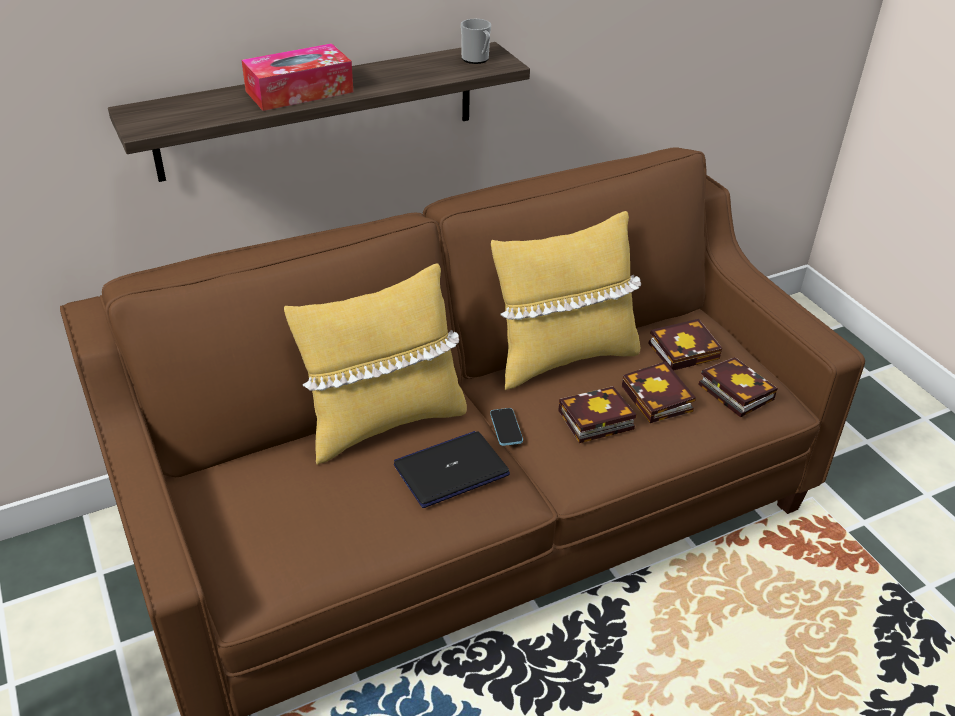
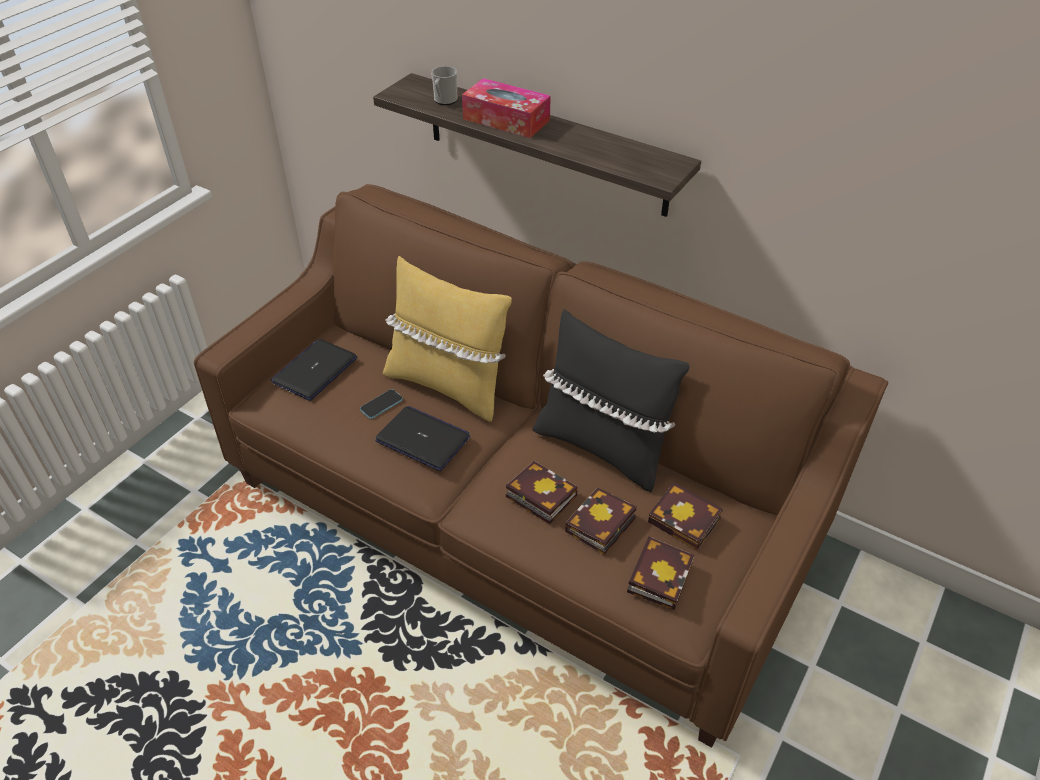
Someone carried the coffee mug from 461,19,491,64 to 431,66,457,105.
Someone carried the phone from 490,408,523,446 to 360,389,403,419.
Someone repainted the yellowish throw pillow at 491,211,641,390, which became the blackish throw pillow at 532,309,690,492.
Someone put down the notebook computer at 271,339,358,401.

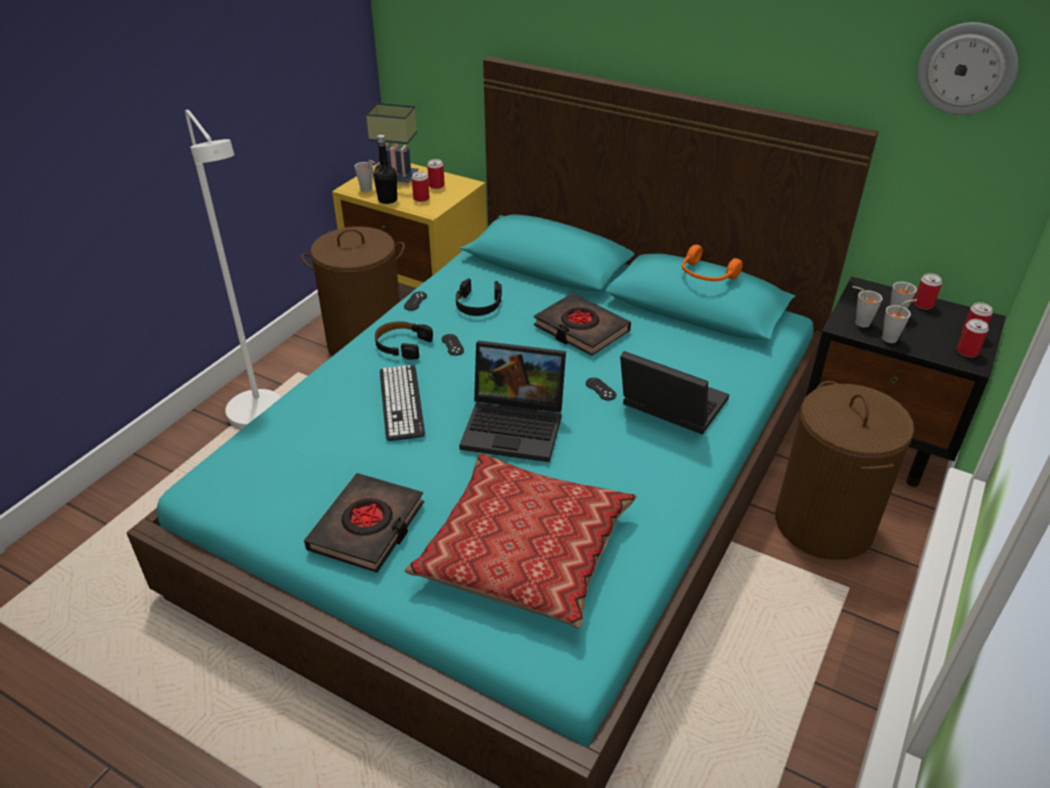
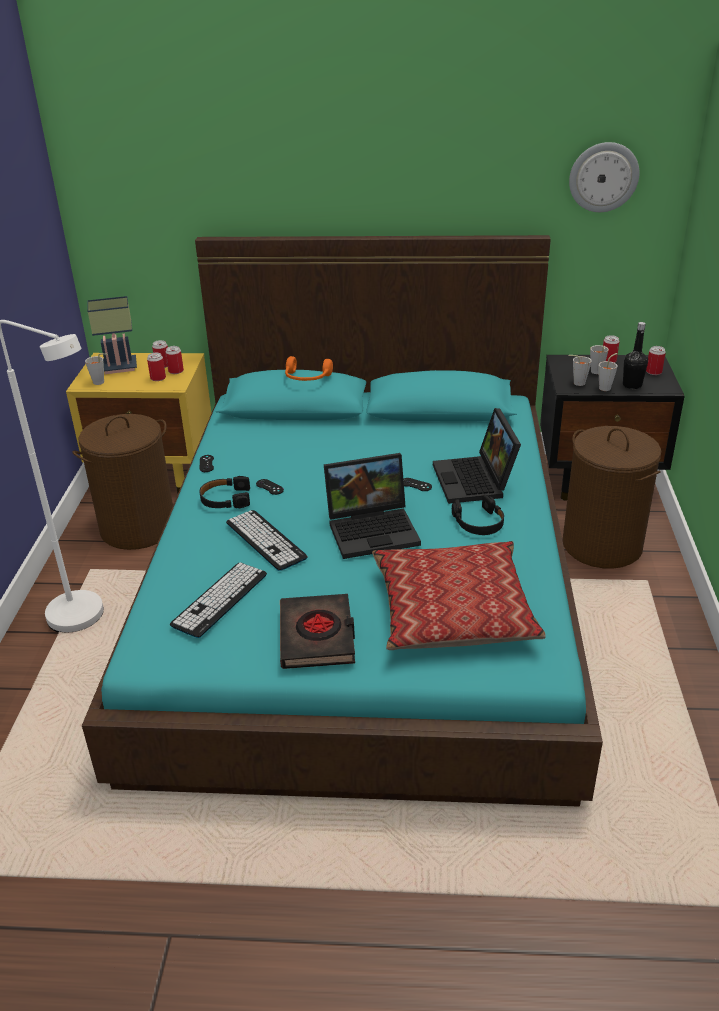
Someone carried the blackish beverage bottle from 373,135,397,204 to 623,322,648,389.
Someone carried the blackish headset from 456,278,502,316 to 452,494,504,535.
Someone took away the blackish book at 534,293,631,356.
Someone rotated the notebook computer at 620,351,729,435 by 105 degrees counterclockwise.
Someone carried the orange headset from 682,245,743,281 to 285,356,333,381.
Someone carried the metal can from 957,319,989,357 to 165,346,184,374.
Someone put down the PC keyboard at 170,563,267,638.

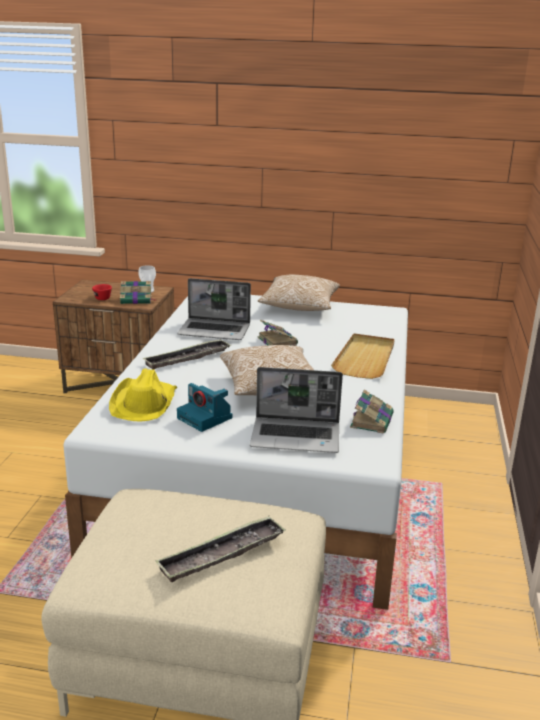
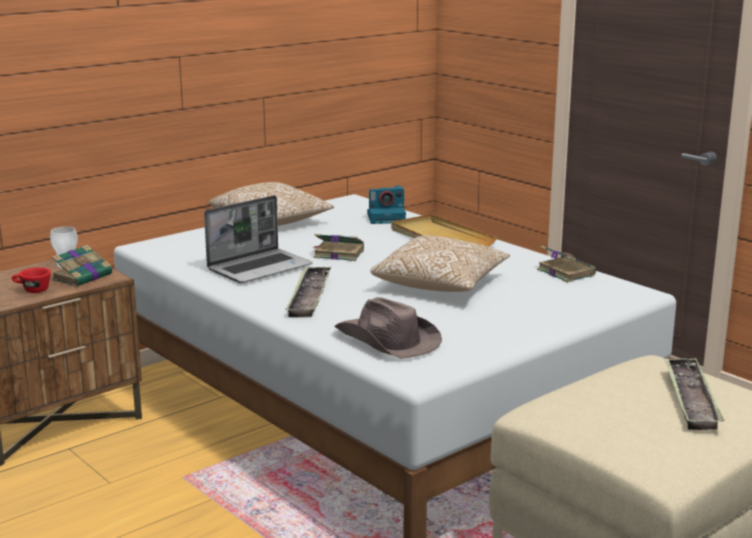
Someone repainted the yellowish wearable hat at 109,369,177,422, which became the brown-coloured wearable hat at 334,297,442,359.
Someone carried the still camera from 177,383,233,432 to 367,185,406,224.
Someone took away the notebook computer at 250,367,343,453.

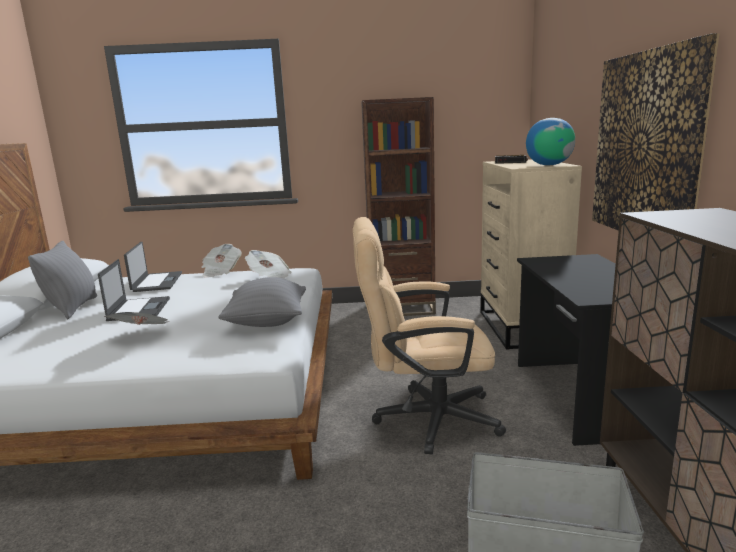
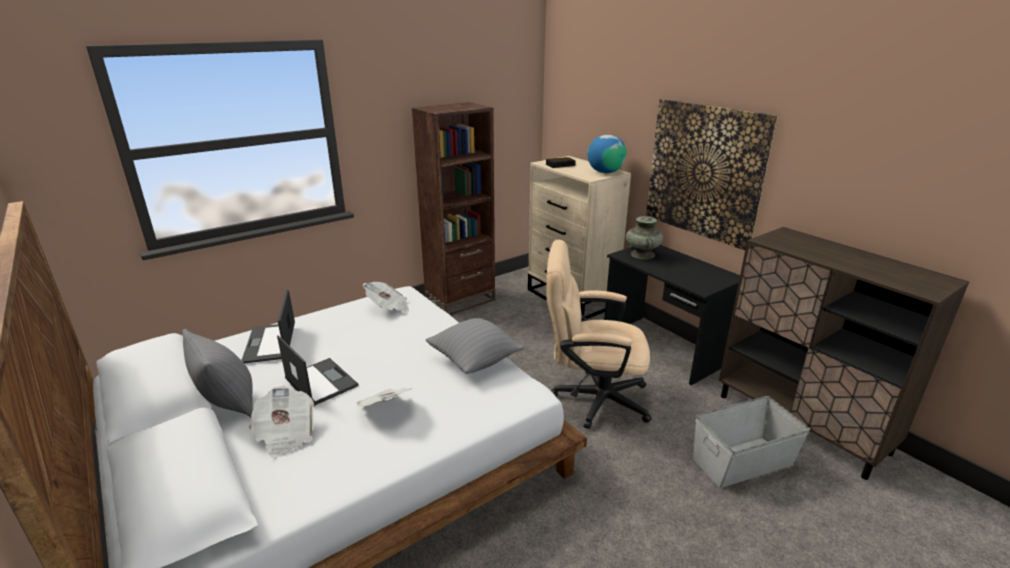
Someone rotated the notebook computer at 124,242,182,292 by 150 degrees counterclockwise.
Someone carried the printed paper from 201,244,242,277 to 249,386,314,458.
Someone rotated the beige-coloured desk chair at 353,217,506,455 by 45 degrees clockwise.
Someone put down the turquoise decorative vase at 626,216,663,259.

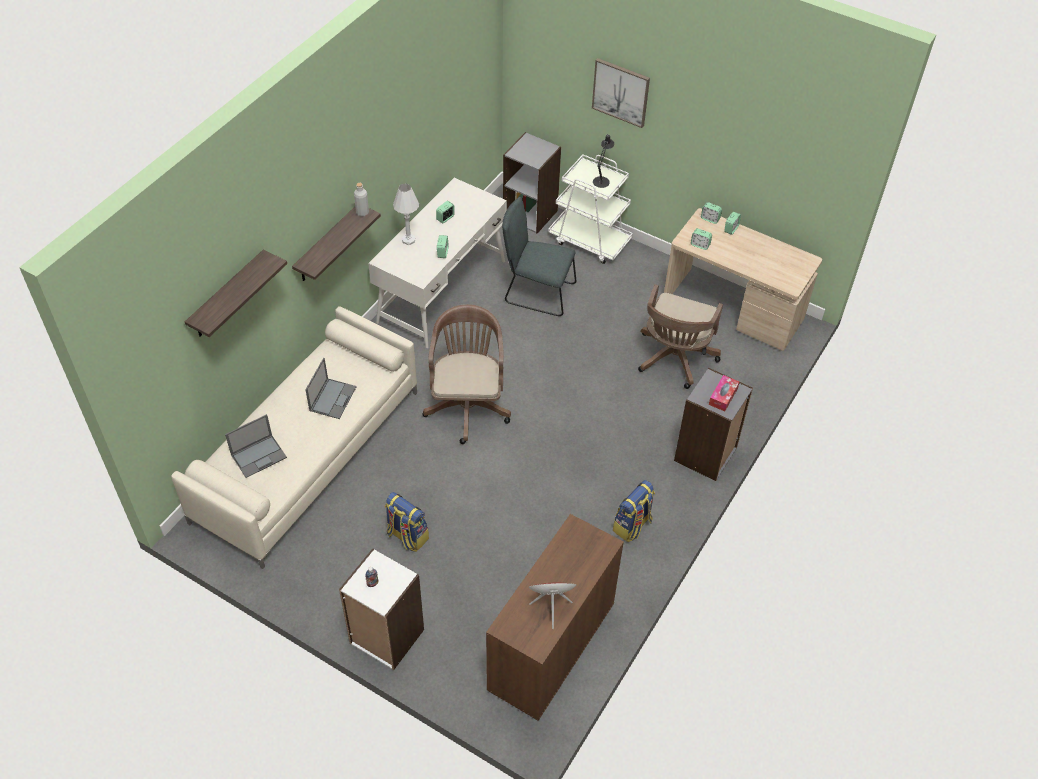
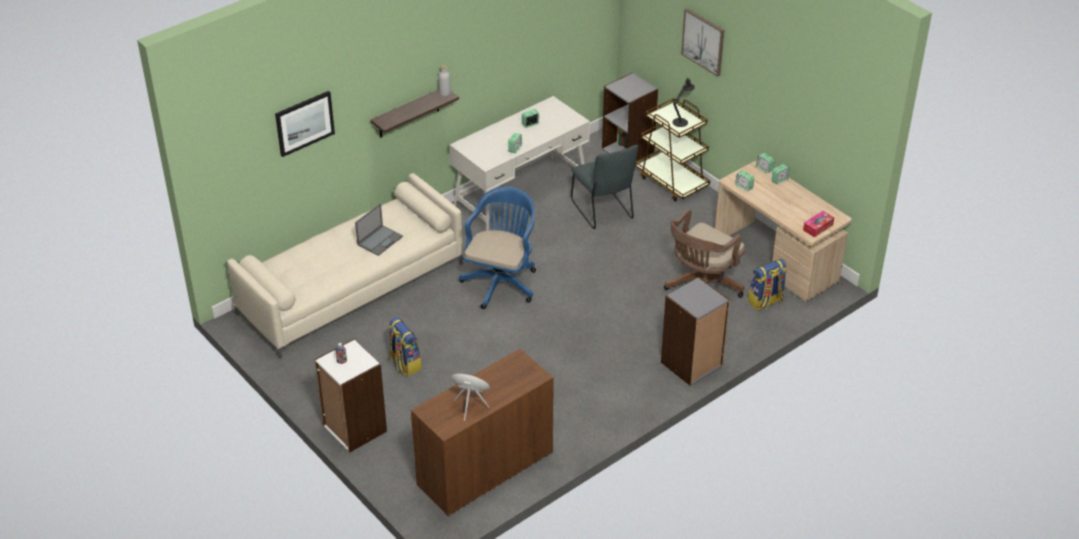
Someone swapped the shelf at 185,249,287,337 for the wall art at 275,91,335,157.
Someone took away the notebook computer at 225,414,287,478.
Someone took away the whitish tabletop lamp at 393,184,419,245.
Someone repainted the brown-coloured desk chair at 422,304,511,444, which became the blue-coloured desk chair at 459,186,536,309.
Someone rotated the grey chair at 502,197,577,316 by 150 degrees counterclockwise.
Someone repainted the whitish trolley at 548,154,633,264, which became the brown-coloured trolley at 636,98,710,202.
Someone carried the knapsack from 613,480,655,542 to 748,259,787,311.
Someone carried the tissue holder from 709,375,739,411 to 803,211,834,237.

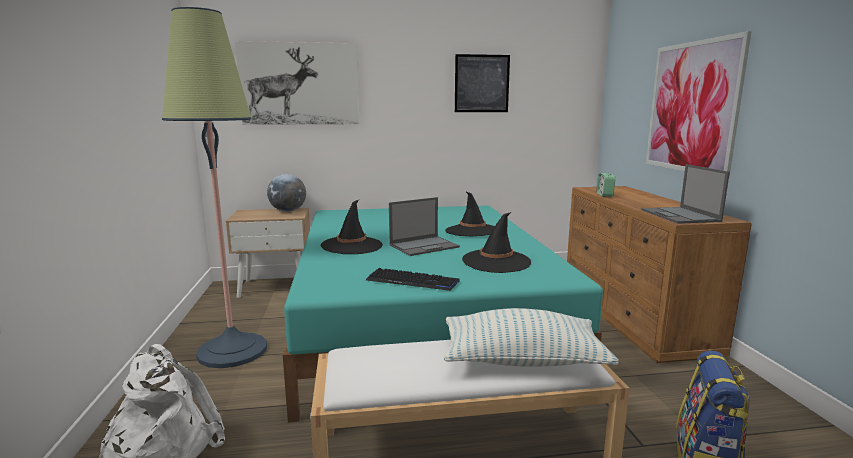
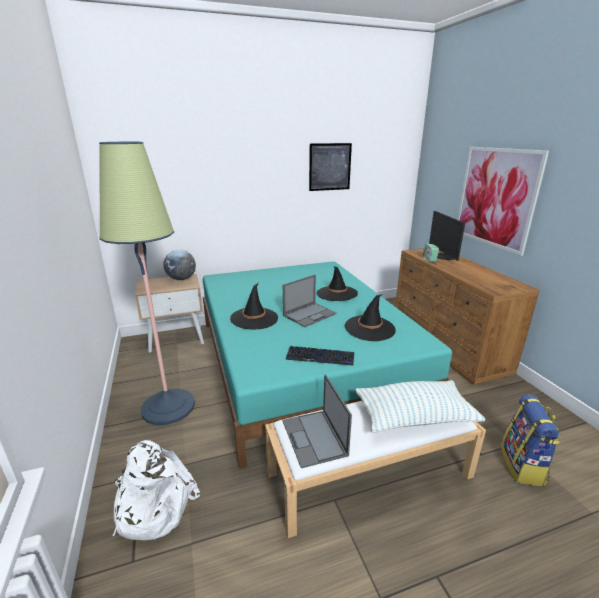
Someone took away the wall art at 235,41,359,125.
Someone carried the notebook computer from 641,164,730,224 to 283,374,352,468.
Someone put down the computer display at 429,211,465,261.

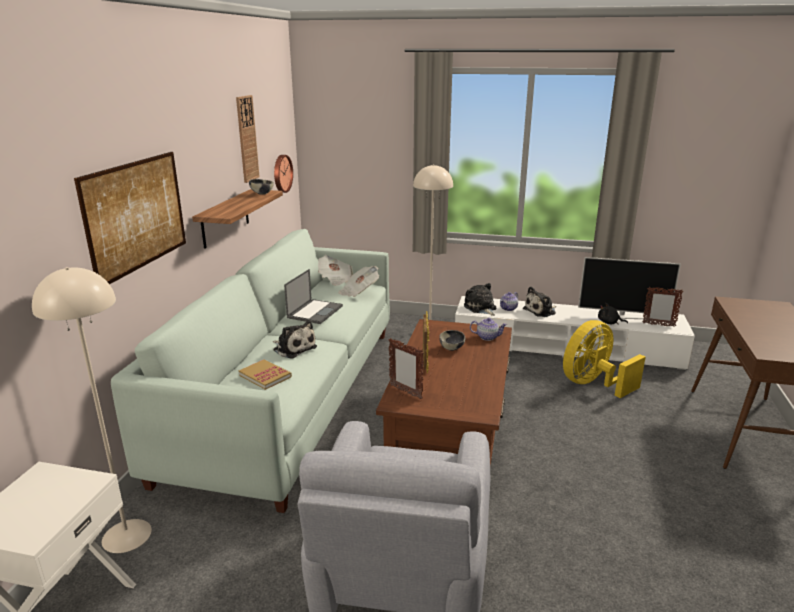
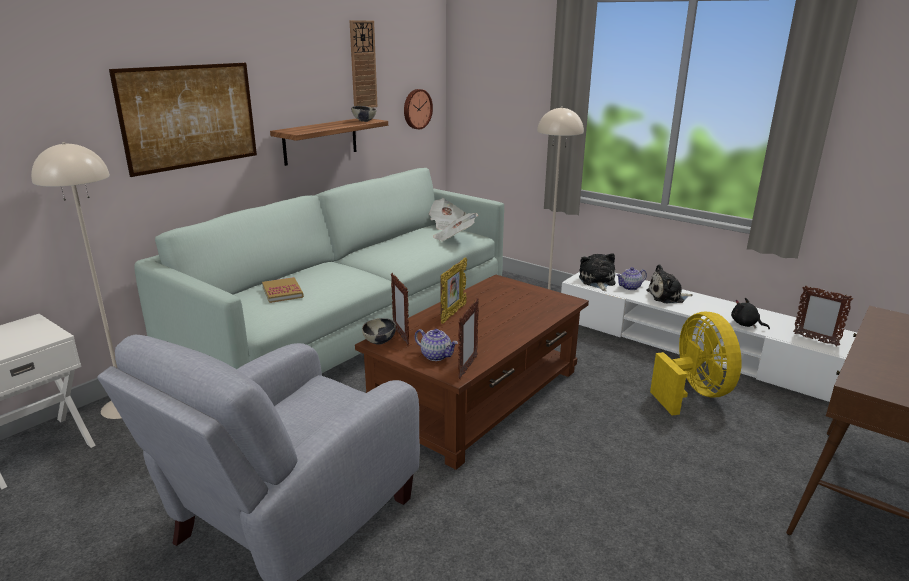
Someone took away the soft toy at 273,320,317,359.
Someone took away the notebook computer at 284,269,343,324.
Someone carried the bowl from 439,330,465,351 to 362,318,396,345.
Someone carried the pot for tea from 470,318,507,341 to 415,329,458,361.
Someone rotated the yellowish fan at 563,320,646,398 by 90 degrees clockwise.
Someone took away the TV at 578,257,681,319.
Someone put down the standing frame at 458,298,479,379.

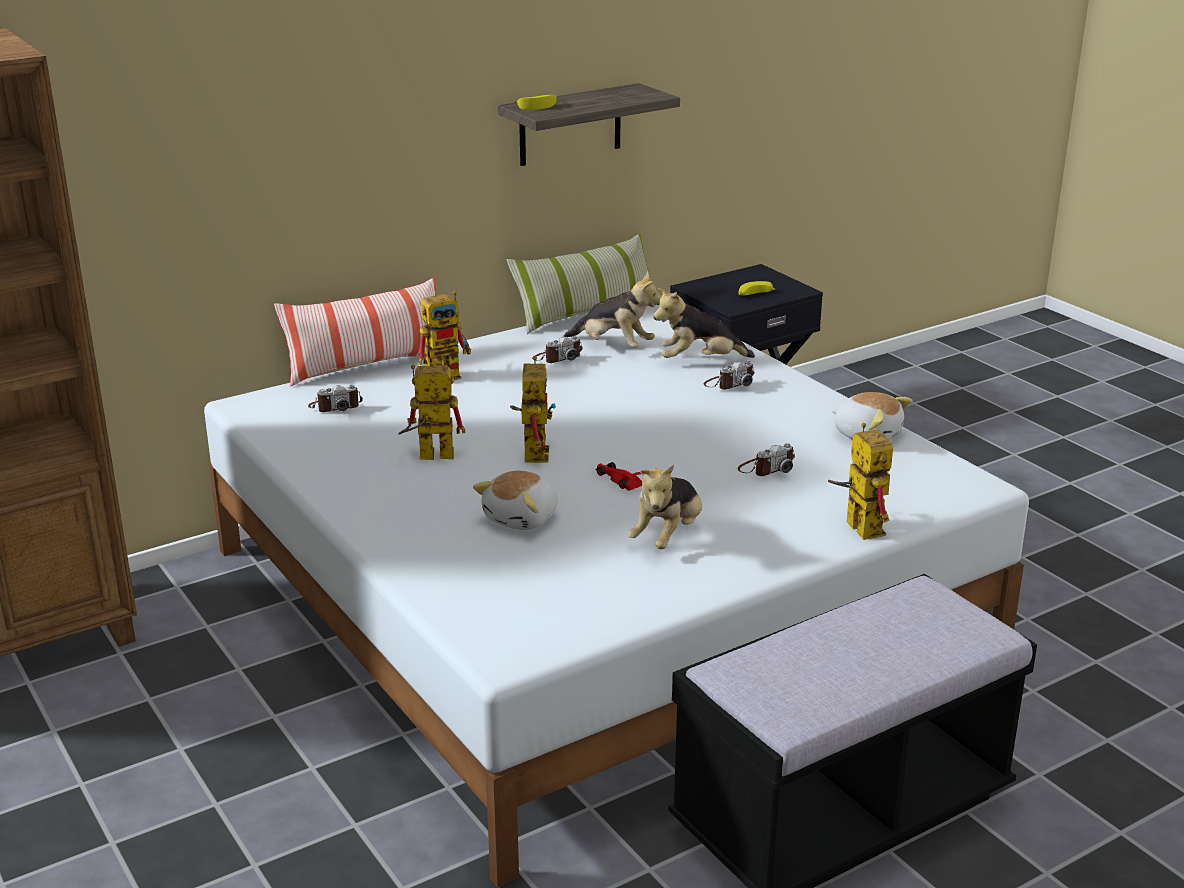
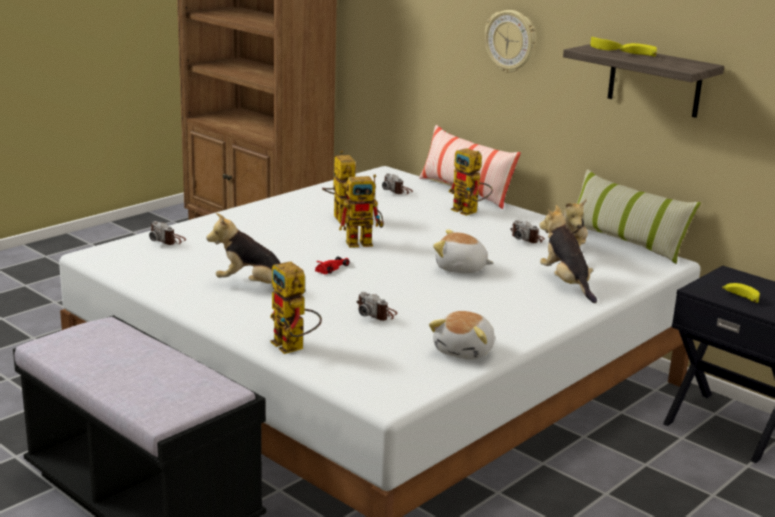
Someone carried the soft toy from 473,470,558,530 to 433,230,494,273.
Someone carried the still camera from 703,361,754,390 to 149,221,186,245.
Someone rotated the model robot at 828,423,893,540 by 90 degrees clockwise.
Someone put up the wall clock at 485,10,536,73.
Someone put down the banana at 619,43,657,56.

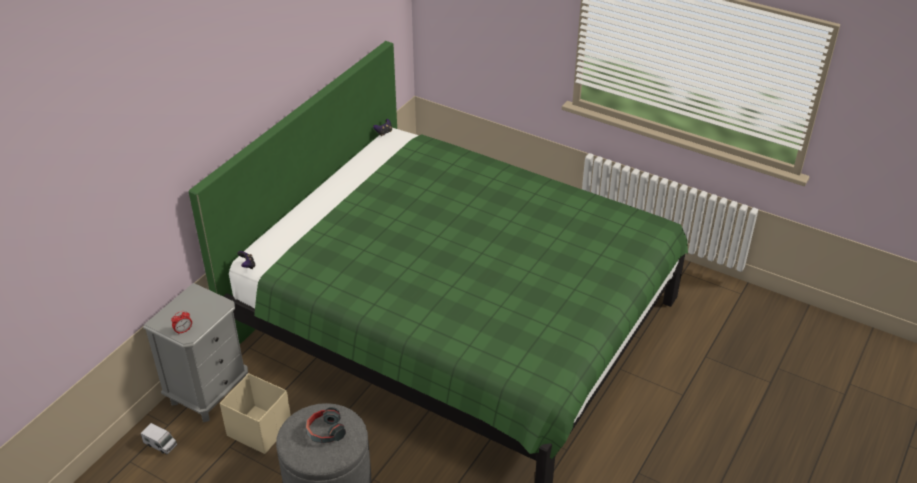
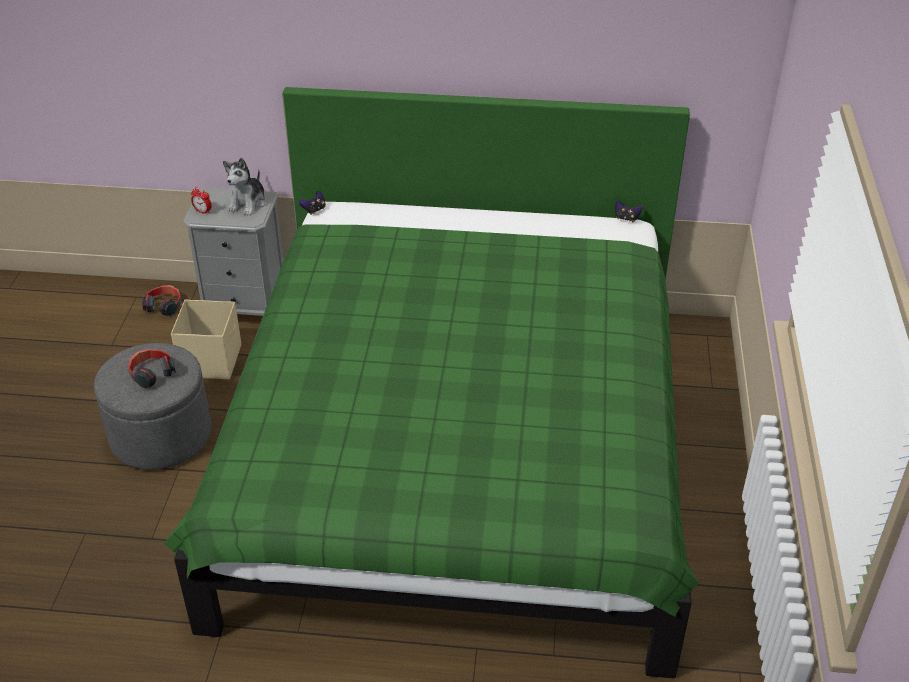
Someone swapped the toy truck at 141,423,177,455 for the headset at 142,285,182,316.
Someone put down the soft toy at 223,158,266,216.

